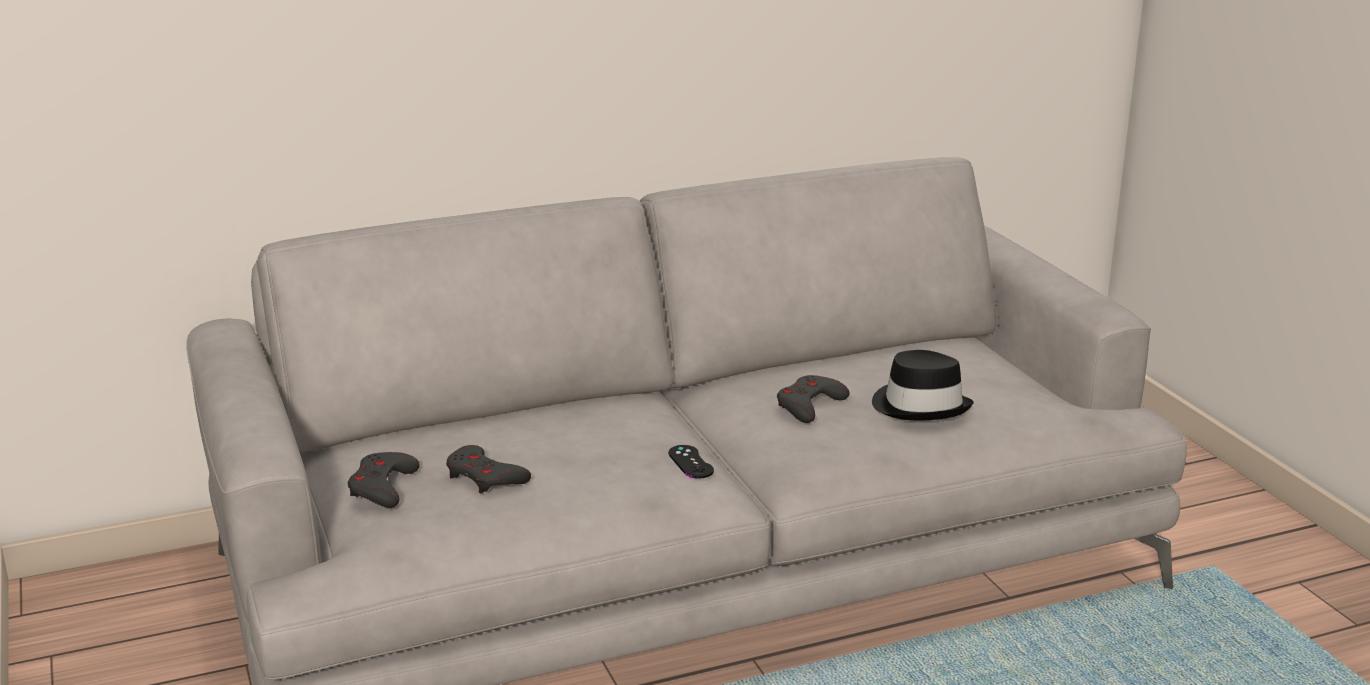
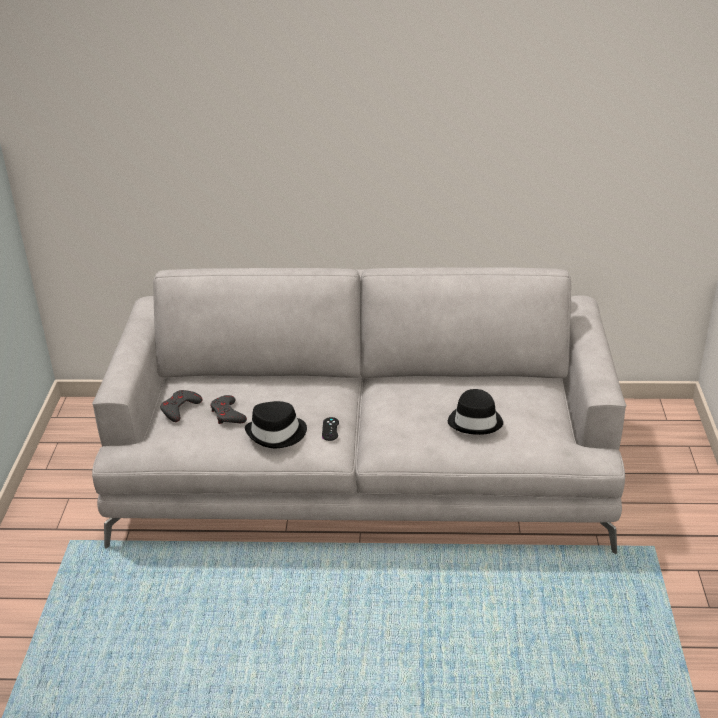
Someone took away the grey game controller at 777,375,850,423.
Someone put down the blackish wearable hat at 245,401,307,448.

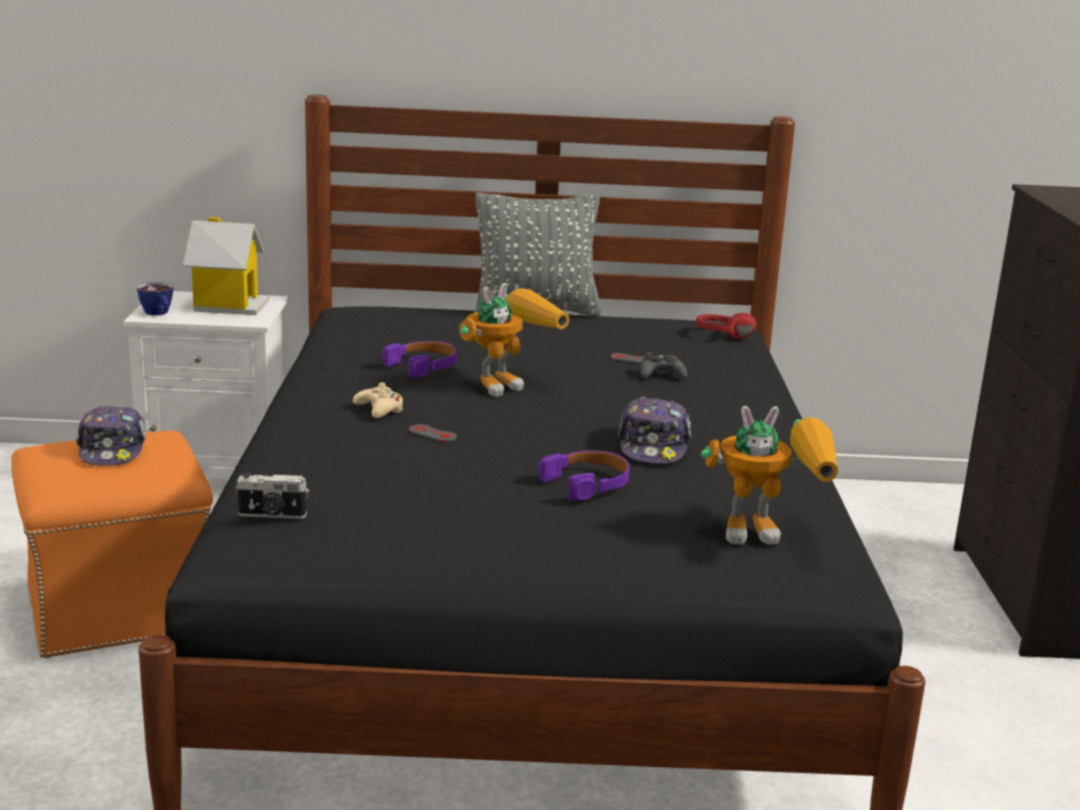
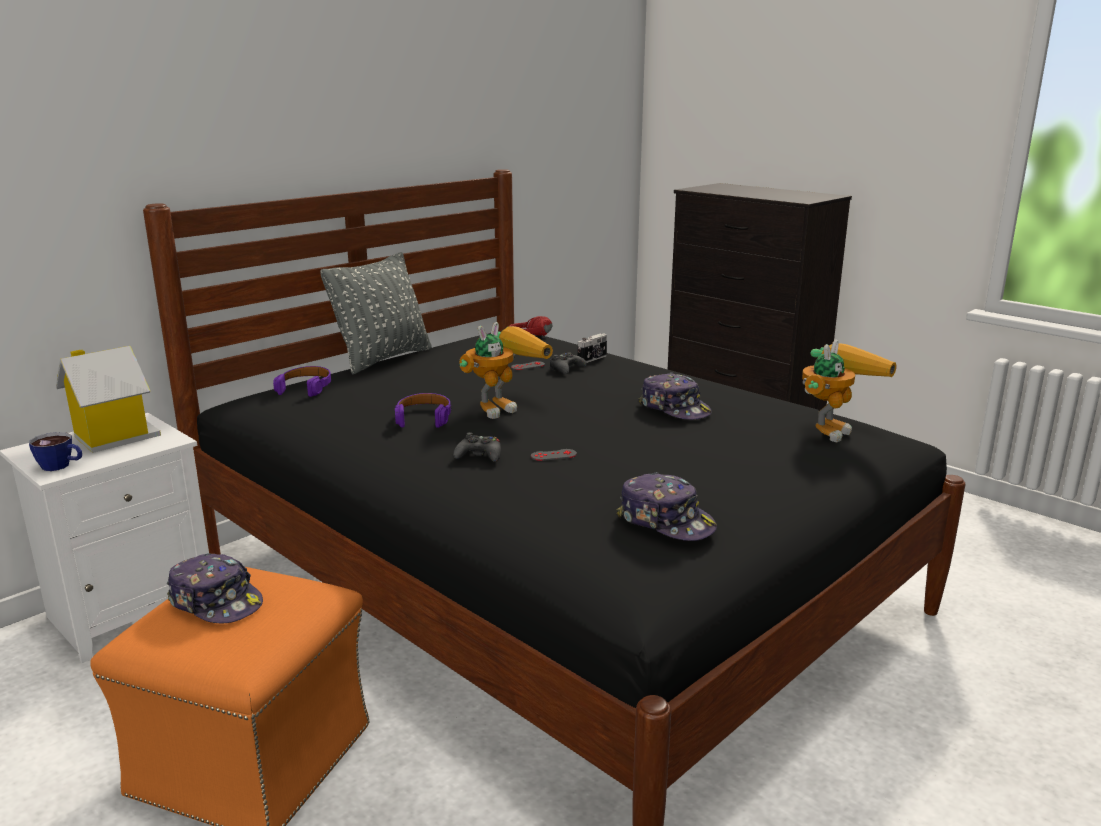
Someone carried the still camera from 235,472,309,519 to 578,333,607,363.
Someone repainted the beige-coloured game controller at 353,383,404,418, which became the blackish game controller at 453,432,501,462.
Someone rotated the model robot at 459,283,570,397 by 45 degrees clockwise.
Someone carried the purple headset from 539,450,630,501 to 273,366,331,397.
Someone put down the cap at 616,472,717,541.

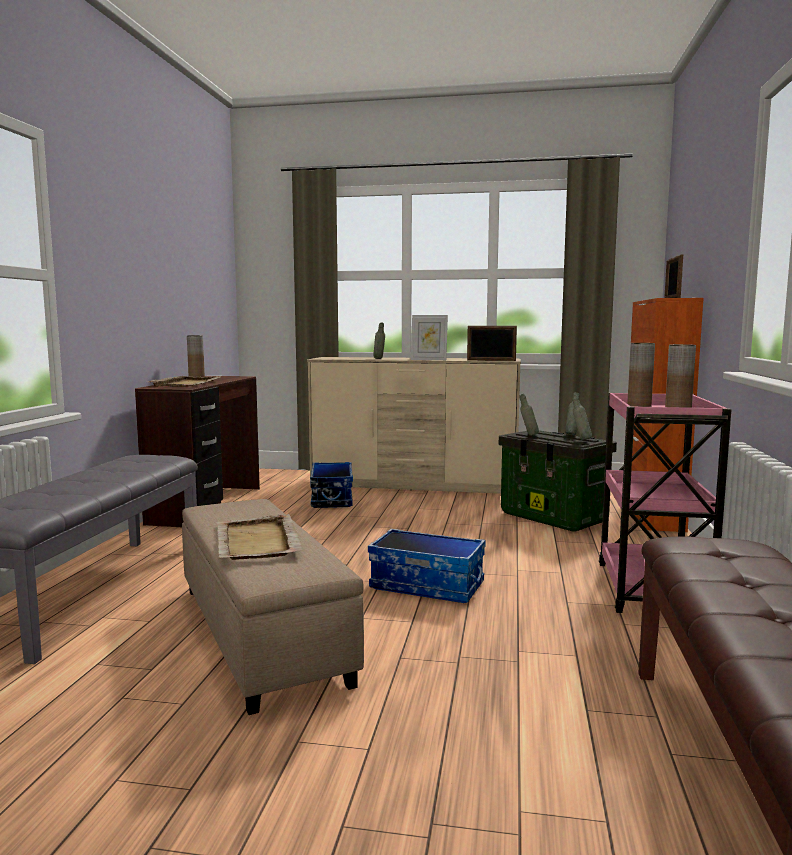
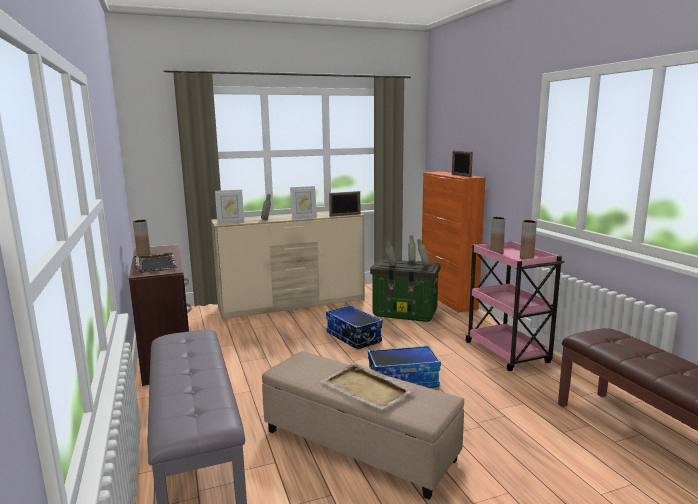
Someone repainted the beige-coloured serving tray at 148,376,220,387, which became the blackish serving tray at 134,253,177,273.
Someone carried the storage bin from 310,462,353,508 to 326,305,383,349.
Someone put down the standing frame at 215,190,244,224.

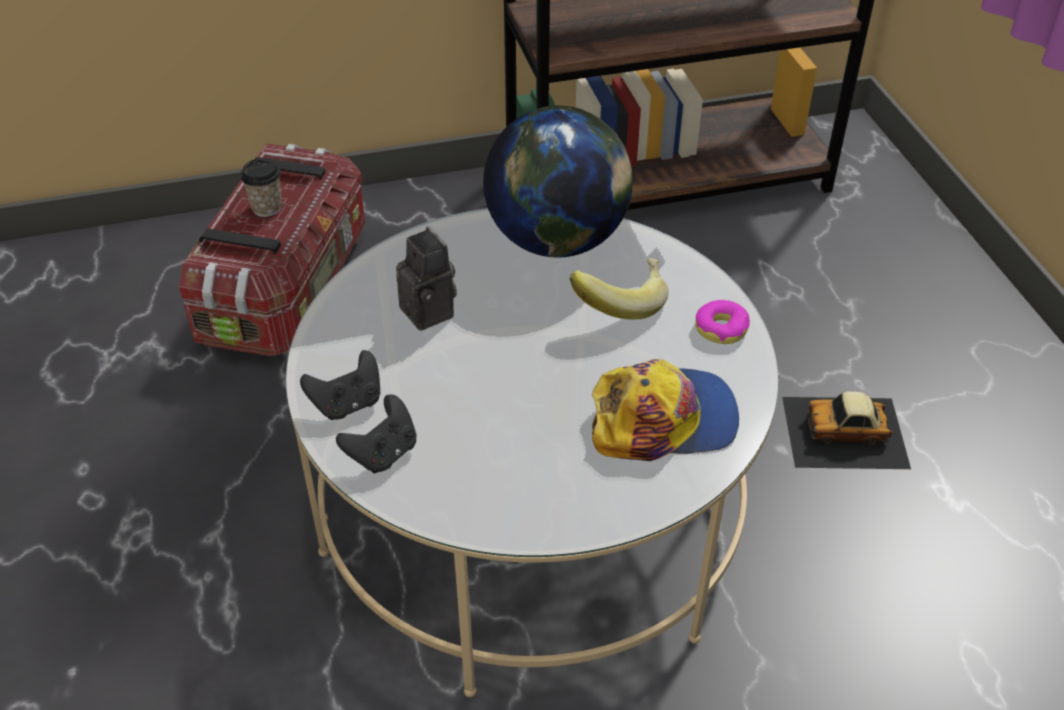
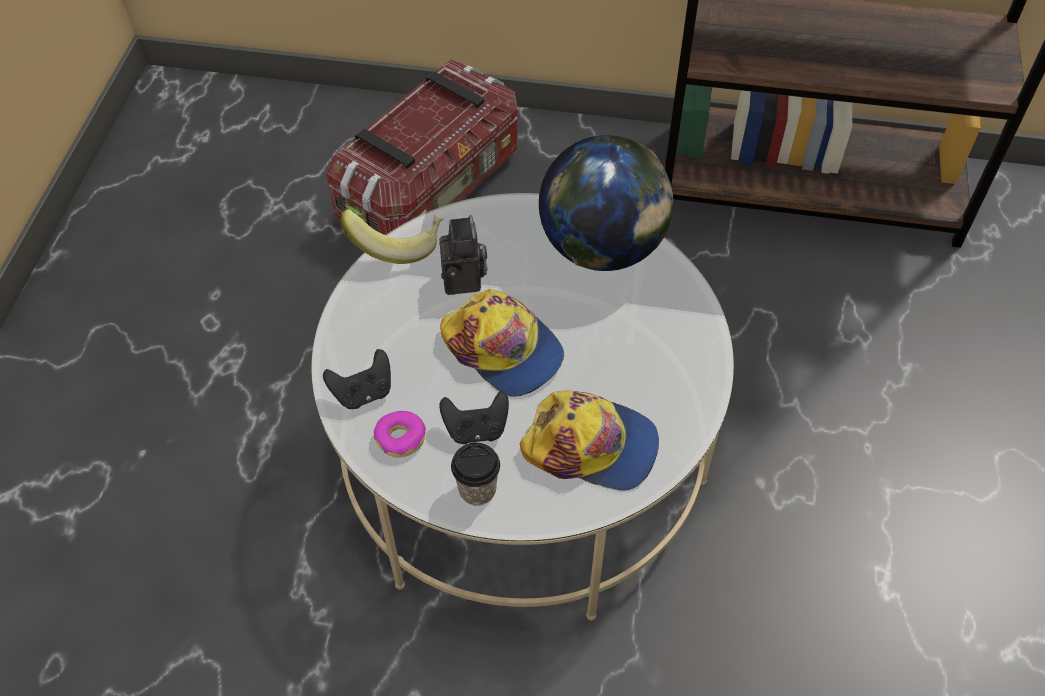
Someone carried the drinking cup from 241,158,282,217 to 451,443,500,506.
Someone carried the blackish game controller from 300,350,380,420 to 440,391,509,444.
Someone carried the banana from 570,258,669,320 to 341,209,443,264.
Someone carried the donut from 695,300,750,344 to 374,411,426,458.
Someone took away the toy car at 782,391,911,469.
Someone put down the cap at 440,289,564,397.

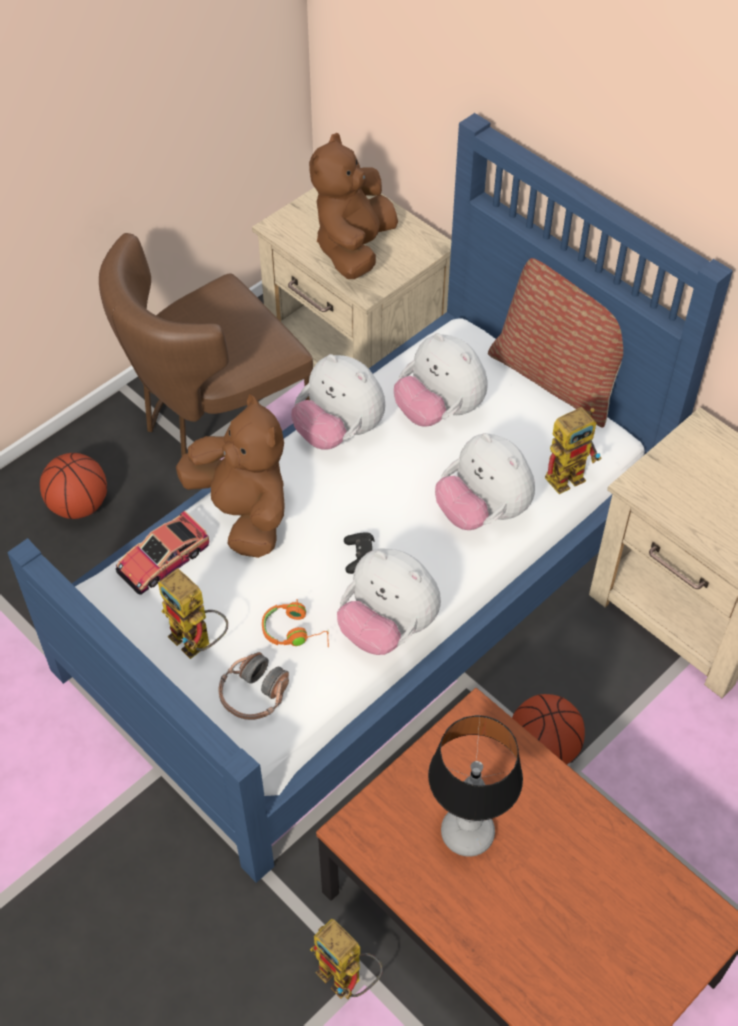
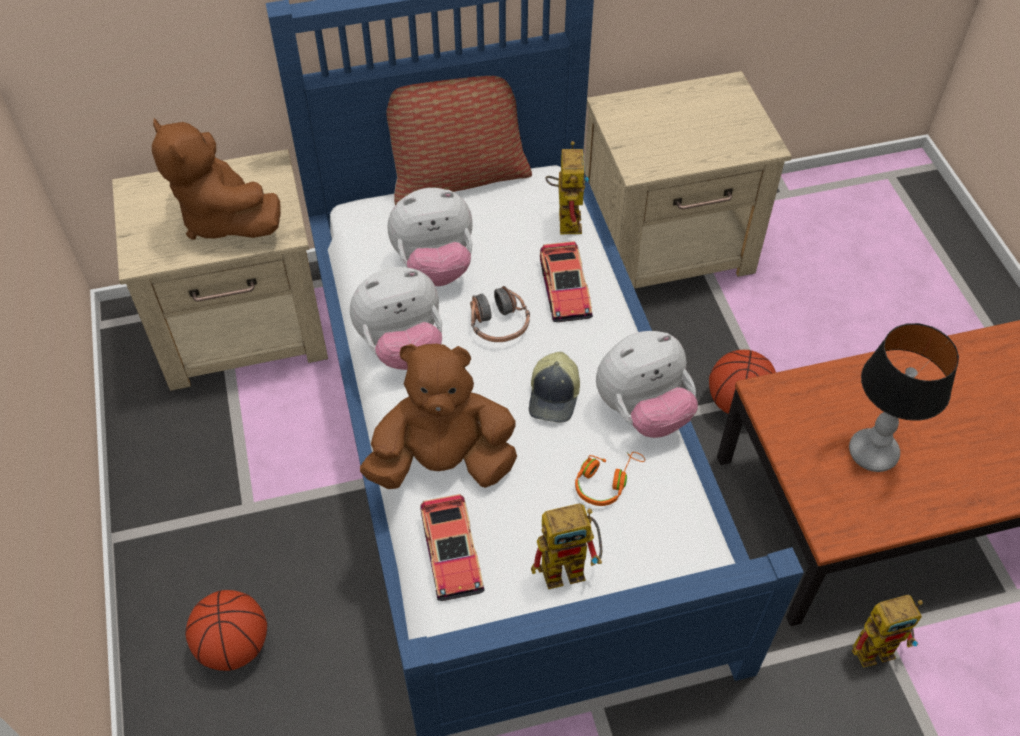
Someone took away the brown-coloured chair at 99,233,313,457.
Someone carried the headset from 219,652,289,720 to 470,286,530,342.
Someone swapped the blackish game controller at 344,533,375,574 for the cap at 529,352,580,423.
Someone swapped the soft toy at 435,433,535,530 for the toy car at 540,241,593,322.

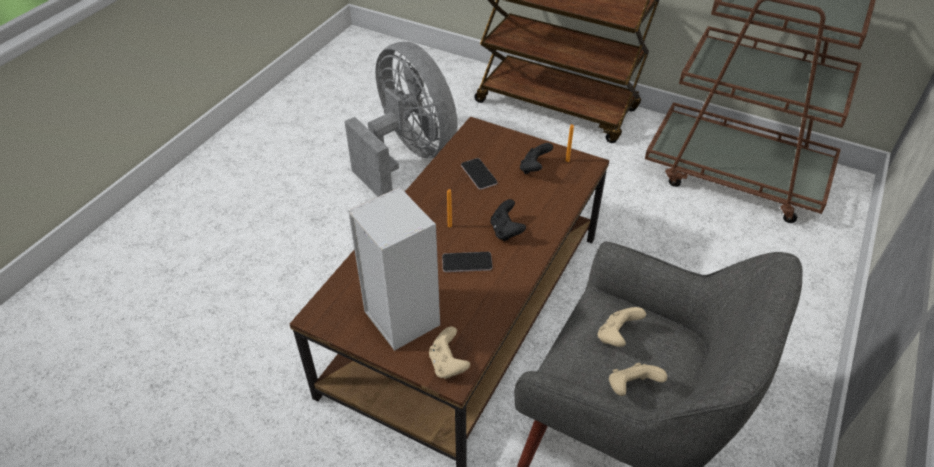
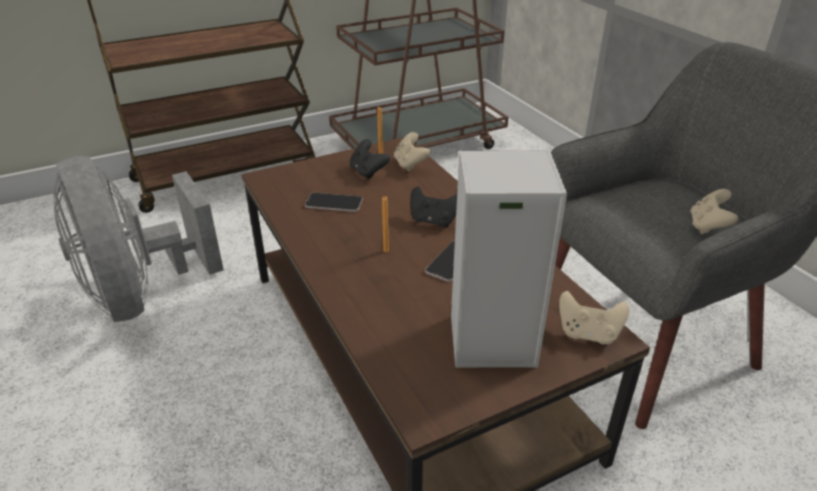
Someone rotated the grey fan at 344,42,458,197 by 120 degrees counterclockwise.
Someone carried the beige-coloured game controller from 597,307,646,347 to 394,132,431,172.

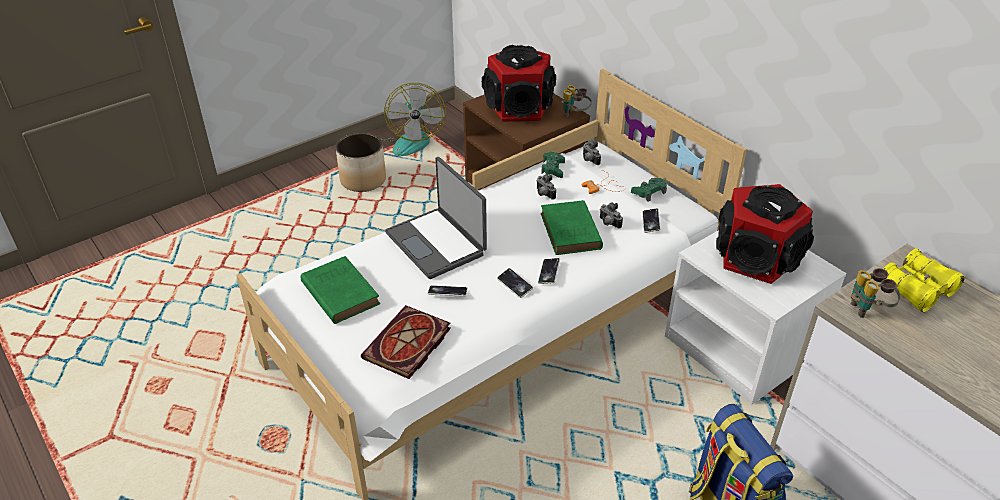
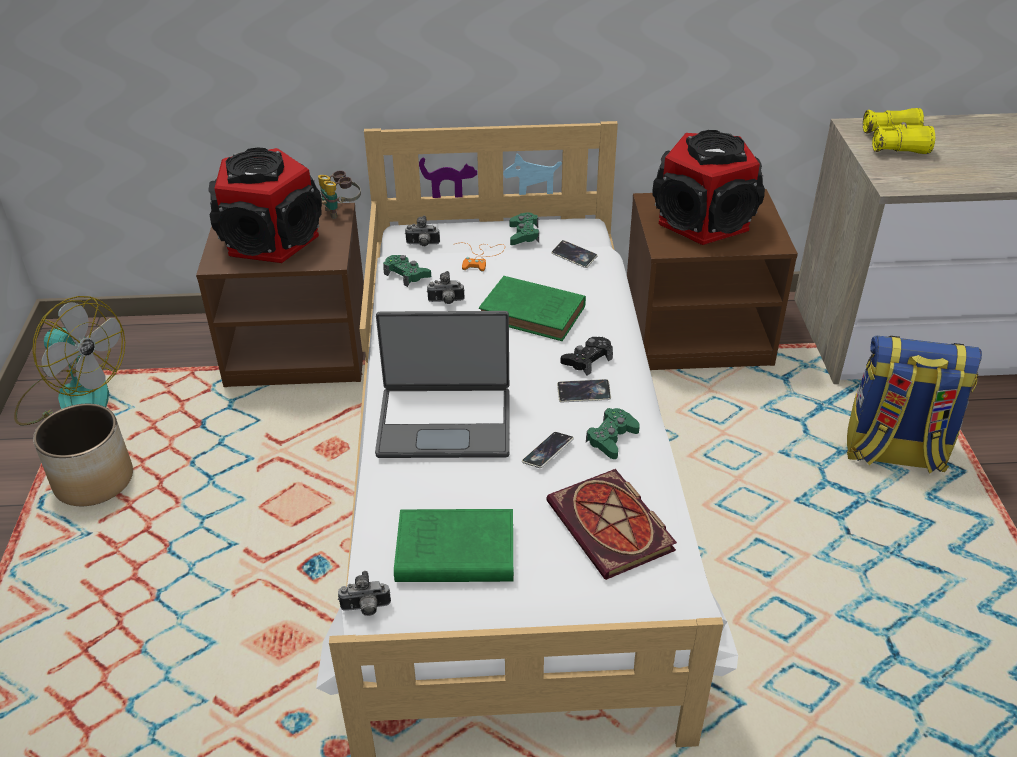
Someone swapped the phone at 538,258,560,284 for the blackish game controller at 561,337,613,376.
Someone carried the still camera from 600,202,623,229 to 338,571,391,616.
Someone repainted the whitish bedside table at 665,230,846,405, which became the brown-coloured bedside table at 627,189,798,370.
Someone took away the binoculars at 851,268,901,318.
Someone put down the greenish game controller at 586,408,640,459.

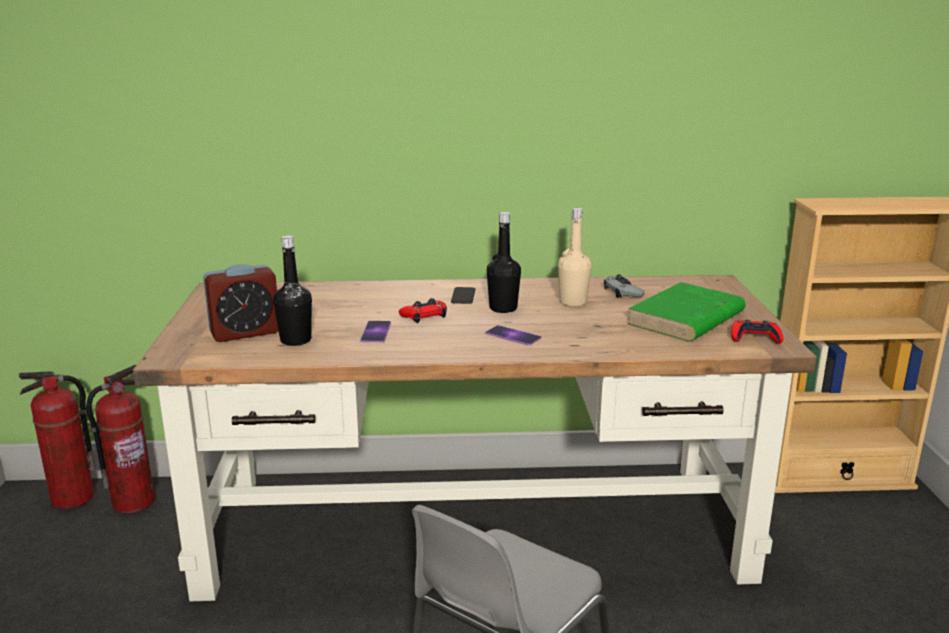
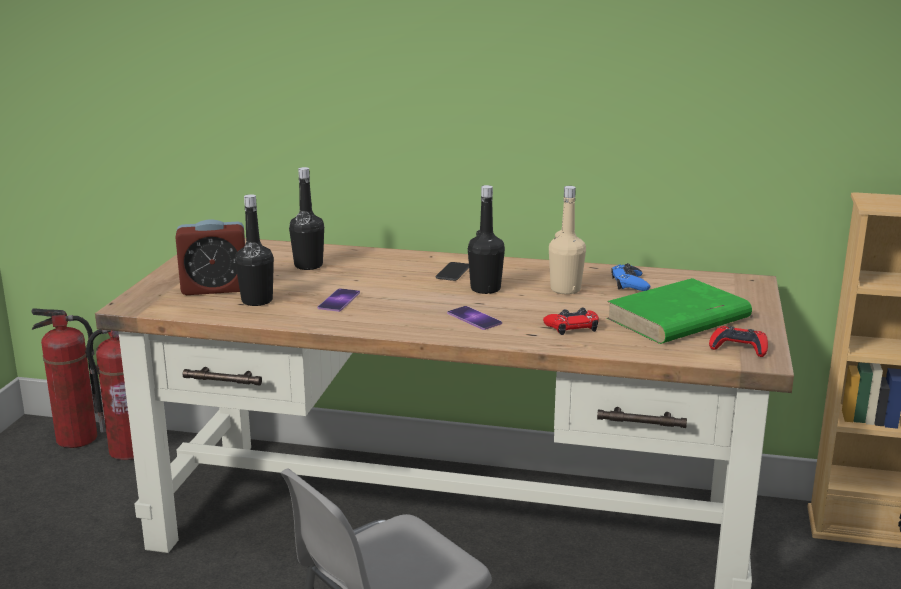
Someone carried the reddish game controller from 399,298,447,323 to 543,308,599,335.
Someone repainted the grey game controller at 604,274,645,298, which became the blue-coloured game controller at 611,263,651,291.
Someone put down the blackish beverage bottle at 289,167,324,270.

